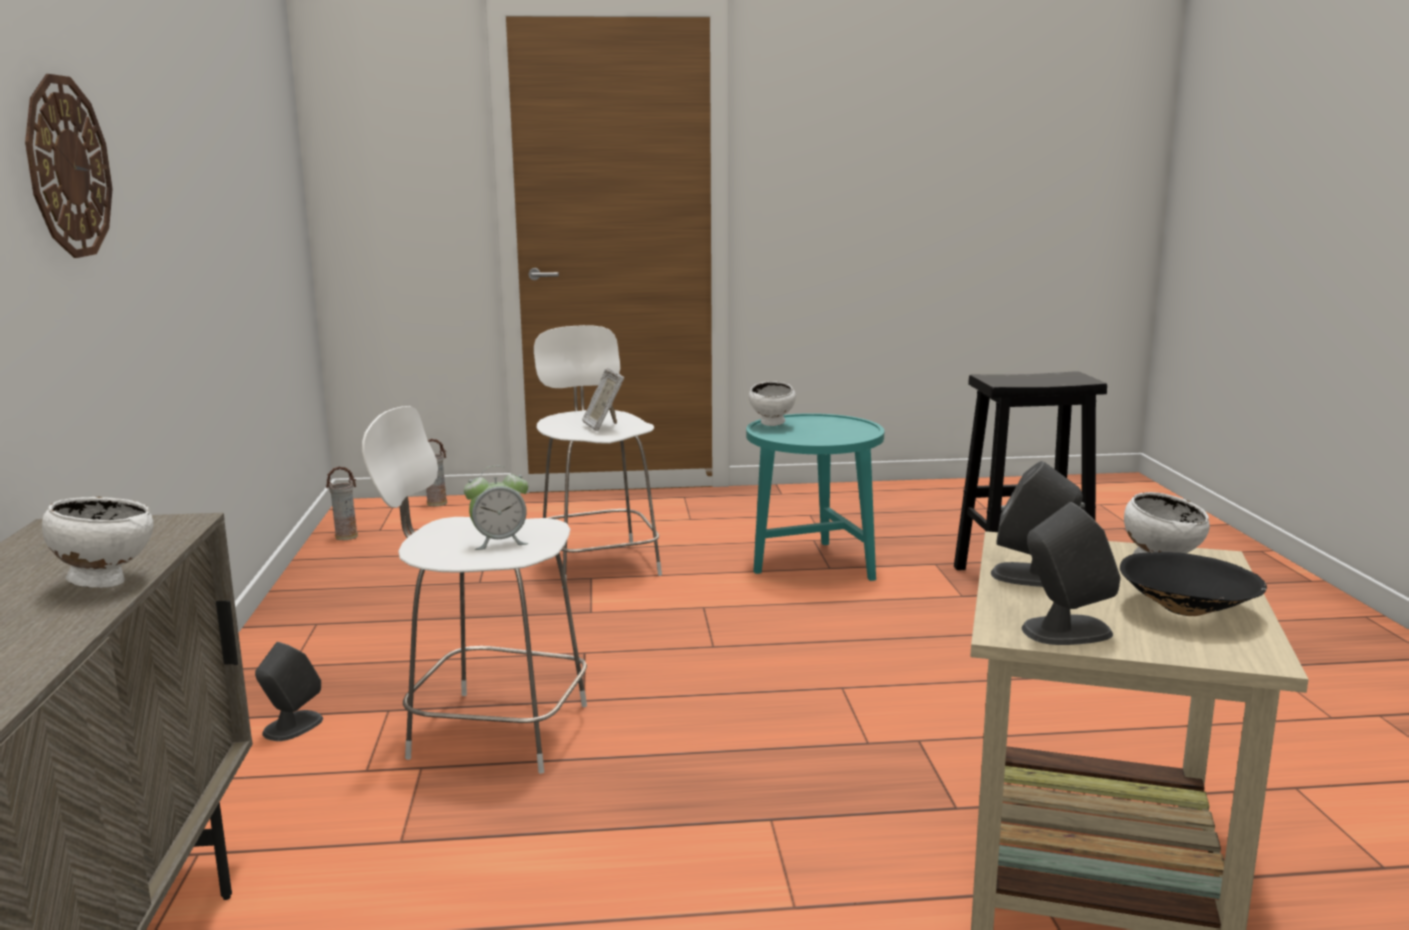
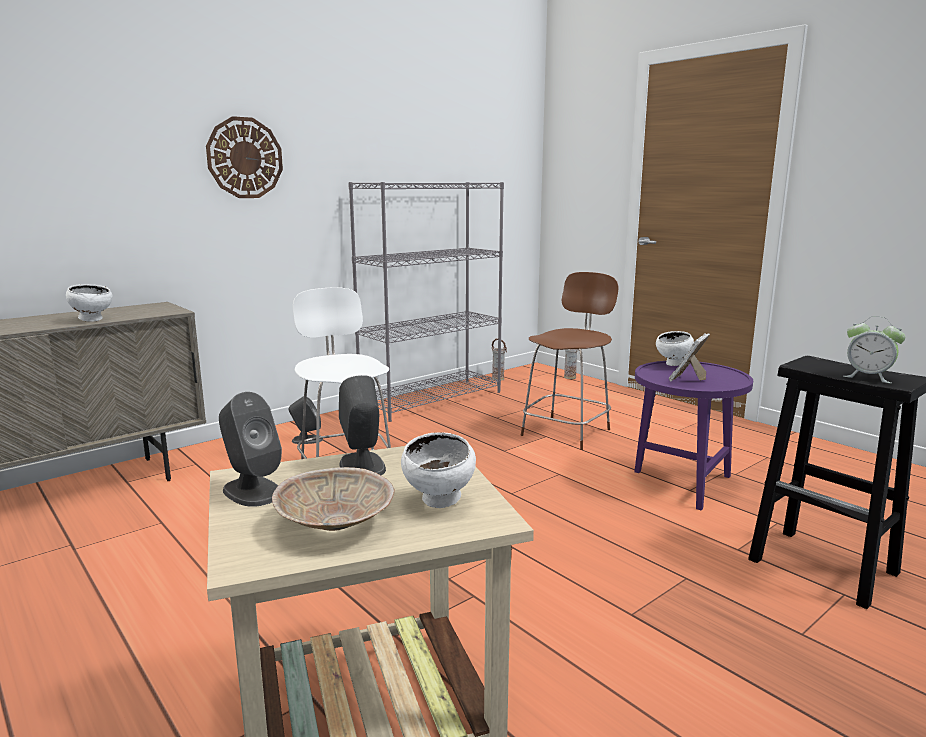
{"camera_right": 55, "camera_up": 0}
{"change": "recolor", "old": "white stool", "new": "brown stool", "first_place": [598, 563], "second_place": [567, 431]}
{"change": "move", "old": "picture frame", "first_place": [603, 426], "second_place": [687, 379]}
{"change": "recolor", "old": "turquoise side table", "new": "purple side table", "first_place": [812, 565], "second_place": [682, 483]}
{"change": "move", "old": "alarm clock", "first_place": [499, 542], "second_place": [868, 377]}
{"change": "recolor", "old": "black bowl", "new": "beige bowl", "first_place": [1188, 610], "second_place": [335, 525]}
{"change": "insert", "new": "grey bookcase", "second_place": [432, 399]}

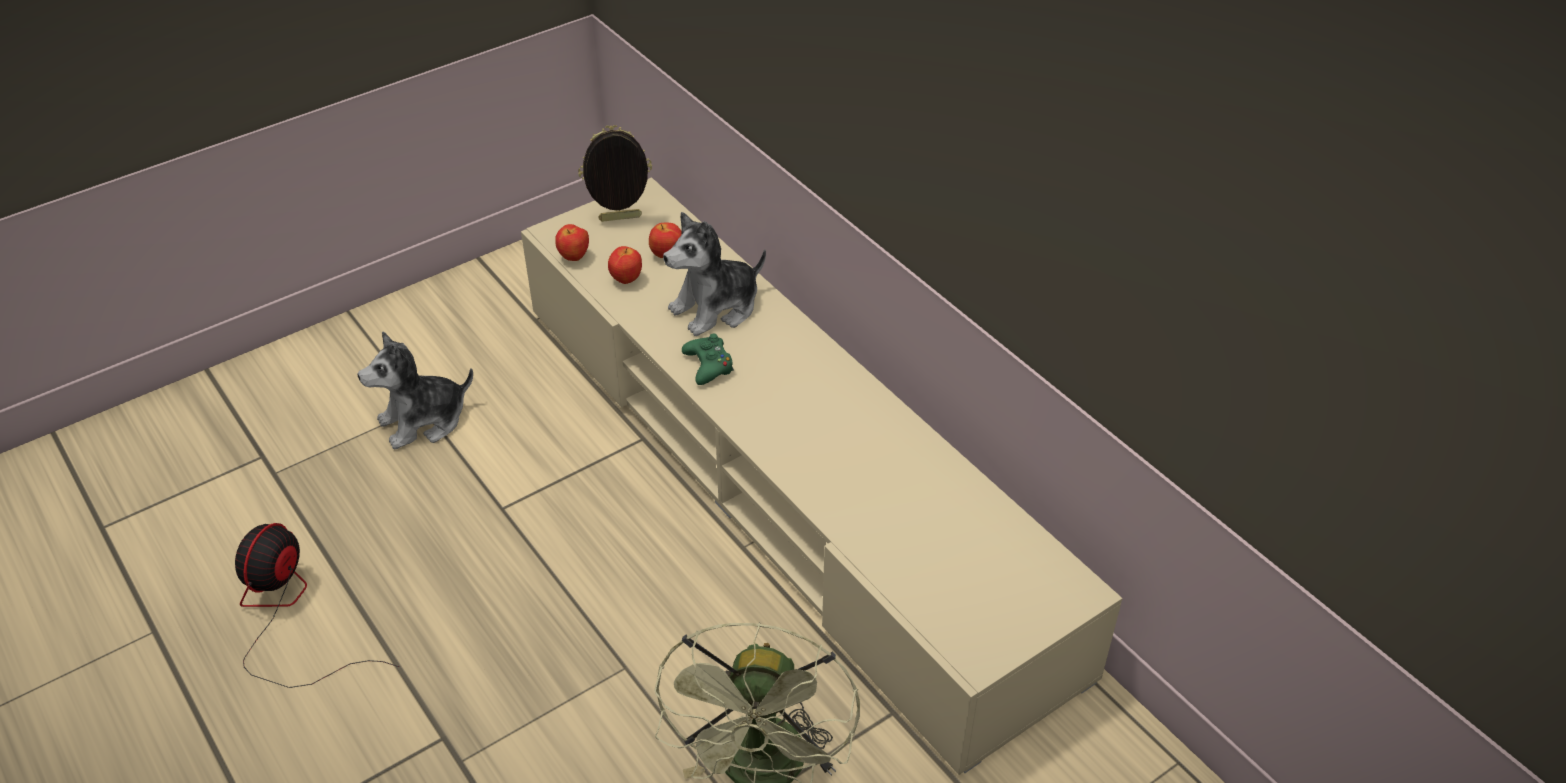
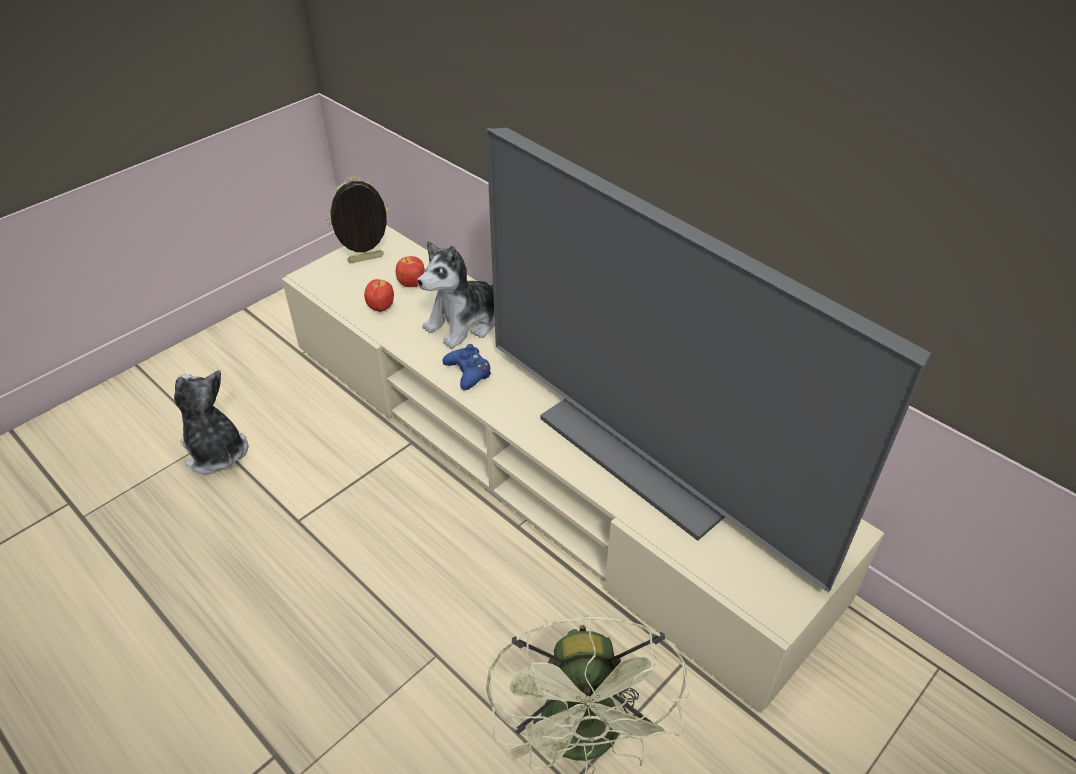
{"camera_right": -10, "camera_up": 0}
{"change": "delete", "old": "apple", "first_place": [574, 257]}
{"change": "rotate", "old": "plush toy", "first_place": [423, 421], "second_place": [216, 452], "degrees": 90}
{"change": "recolor", "old": "green game controller", "new": "blue game controller", "first_place": [709, 365], "second_place": [468, 372]}
{"change": "delete", "old": "fan", "first_place": [288, 615]}
{"change": "insert", "new": "television", "second_place": [651, 450]}

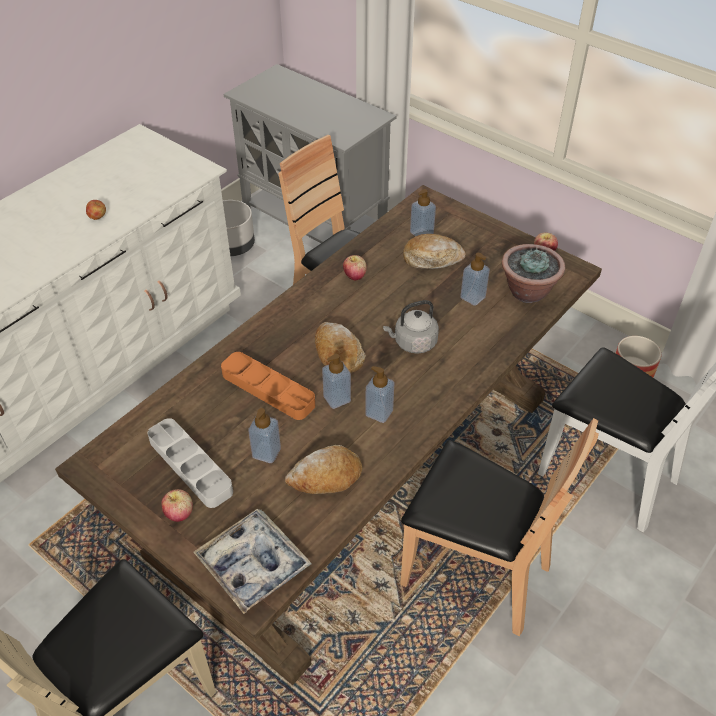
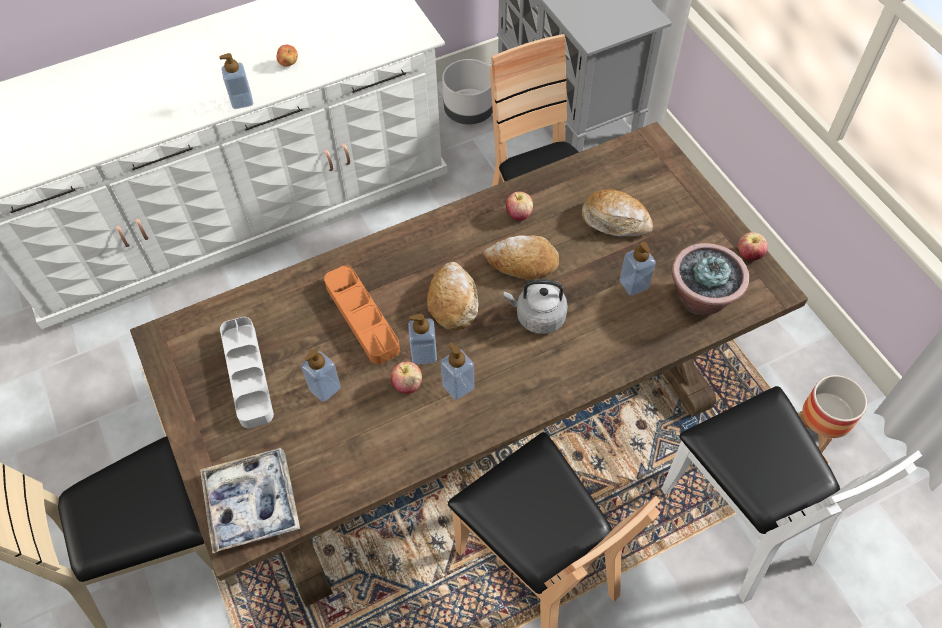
{"camera_right": 25, "camera_up": 10}
{"change": "move", "old": "soap dispenser", "first_place": [421, 233], "second_place": [242, 101]}
{"change": "move", "old": "bread", "first_place": [325, 477], "second_place": [522, 263]}
{"change": "move", "old": "apple", "first_place": [179, 514], "second_place": [407, 385]}

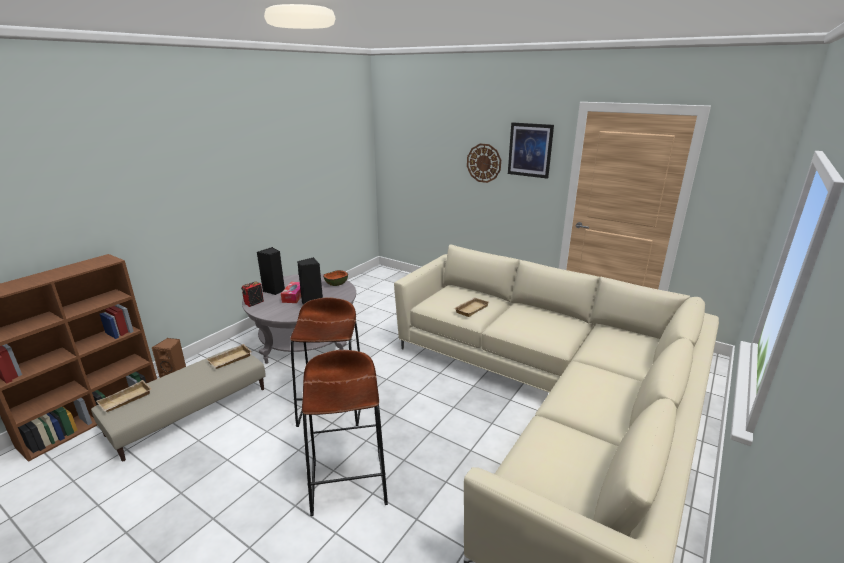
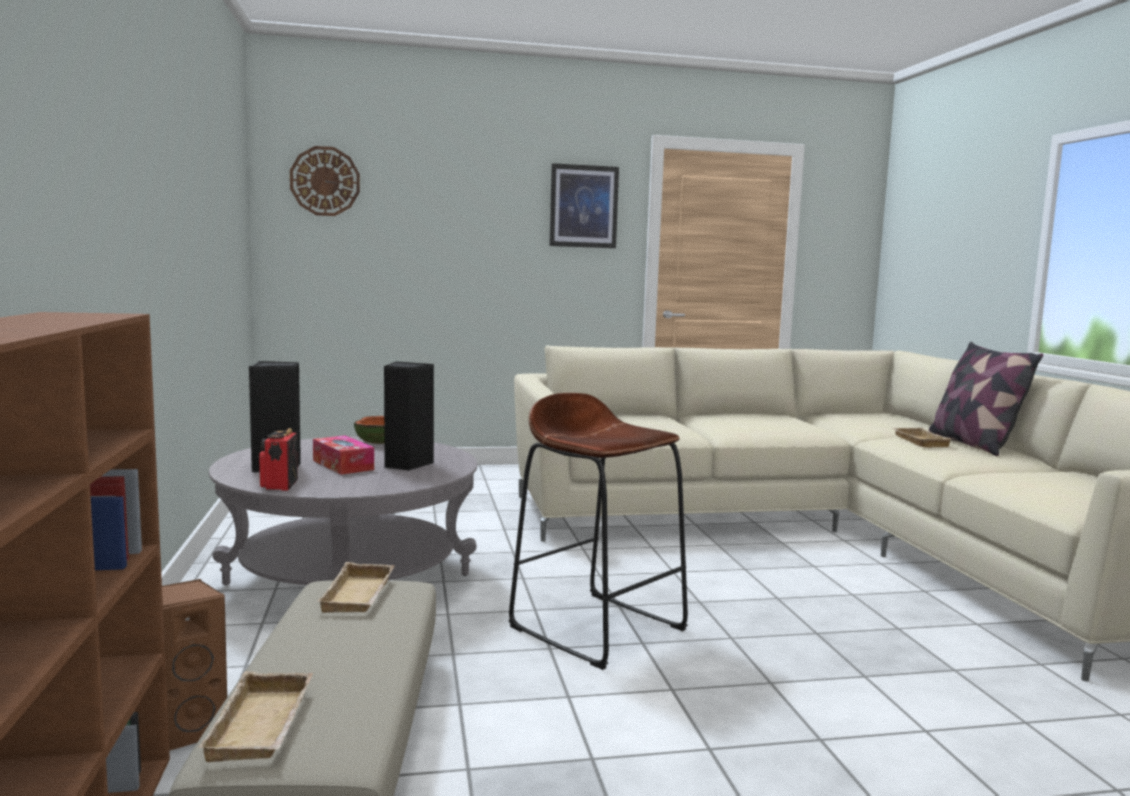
{"camera_right": -45, "camera_up": -15}
{"change": "move", "old": "wall clock", "first_place": [484, 163], "second_place": [325, 181]}
{"change": "move", "old": "beige tray", "first_place": [471, 309], "second_place": [918, 441]}
{"change": "delete", "old": "brown stool", "first_place": [348, 480]}
{"change": "insert", "new": "pillow", "second_place": [973, 444]}

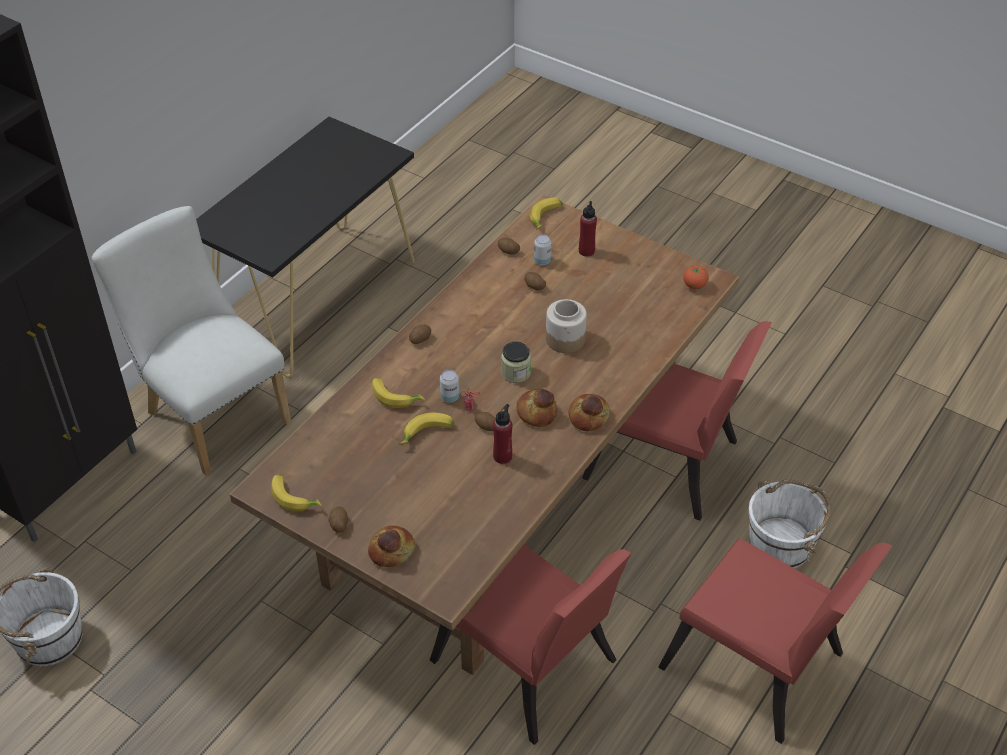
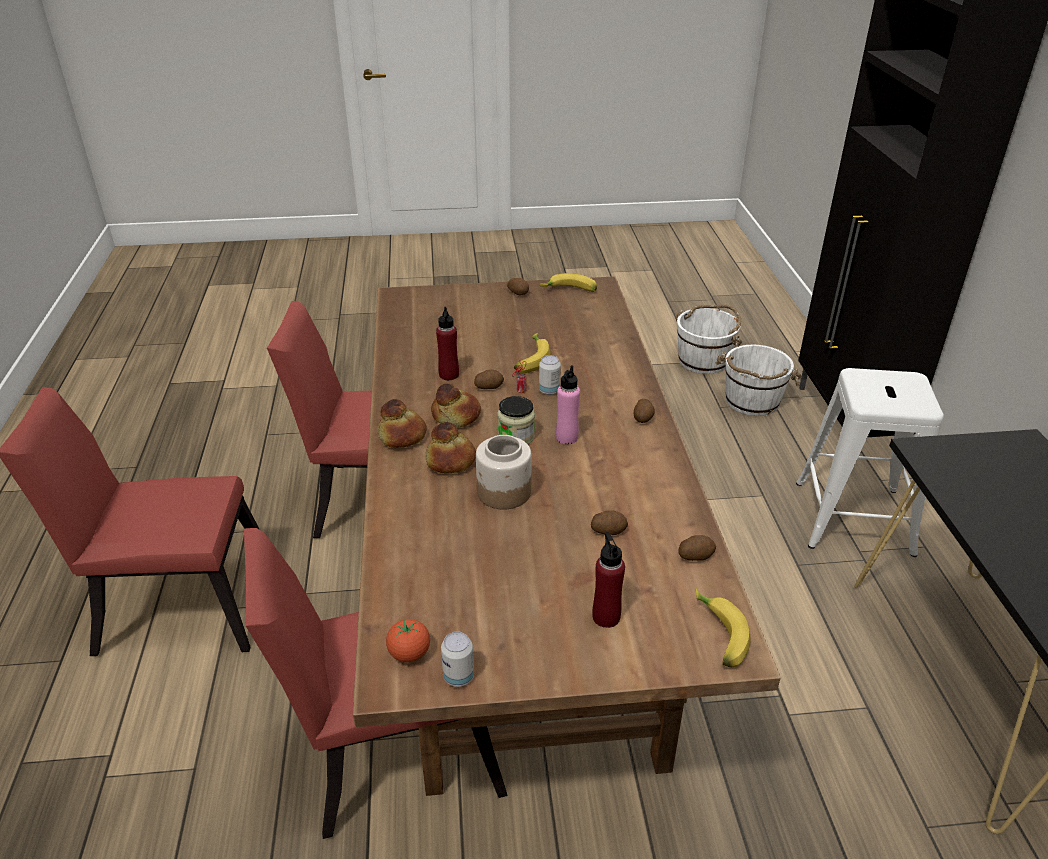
{"camera_right": 140, "camera_up": -10}
{"change": "replace", "old": "white chair", "new": "white stool", "first_place": [211, 412], "second_place": [853, 517]}
{"change": "move", "old": "can", "first_place": [542, 261], "second_place": [458, 677]}
{"change": "delete", "old": "banana", "first_place": [396, 396]}
{"change": "move", "old": "white bucket", "first_place": [781, 544], "second_place": [751, 401]}
{"change": "move", "old": "bread", "first_place": [392, 551], "second_place": [450, 461]}
{"change": "insert", "new": "pink bottle", "second_place": [567, 438]}

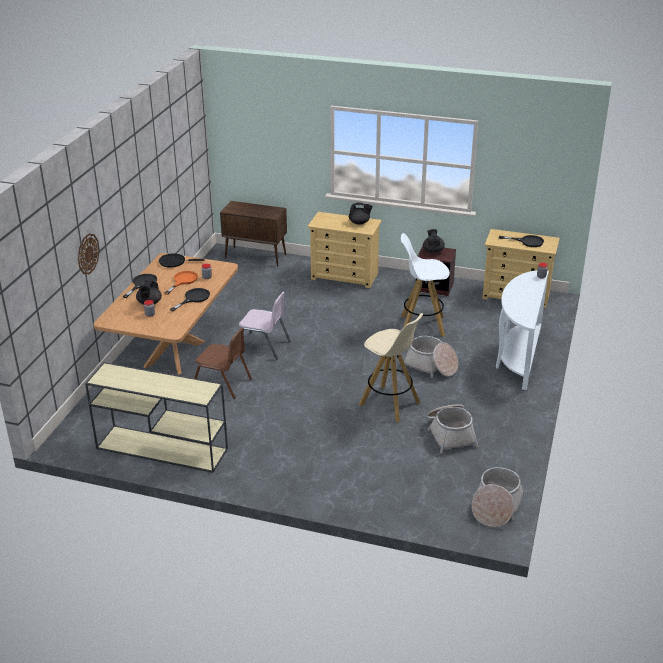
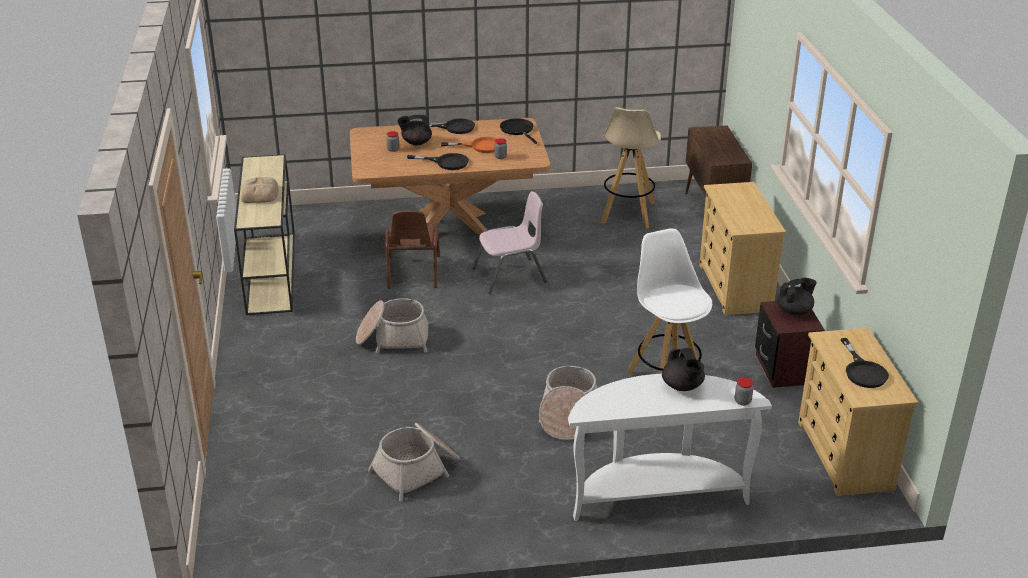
{"camera_right": 65, "camera_up": 0}
{"change": "move", "old": "black teapot", "first_place": [359, 223], "second_place": [682, 386]}
{"change": "delete", "old": "wall clock", "first_place": [88, 253]}
{"change": "rotate", "old": "pink chair", "first_place": [263, 346], "second_place": [510, 276], "degrees": -105}
{"change": "move", "old": "beige stool", "first_place": [390, 404], "second_place": [627, 213]}
{"change": "move", "old": "basket", "first_place": [495, 506], "second_place": [393, 338]}
{"change": "insert", "new": "bread", "second_place": [260, 194]}

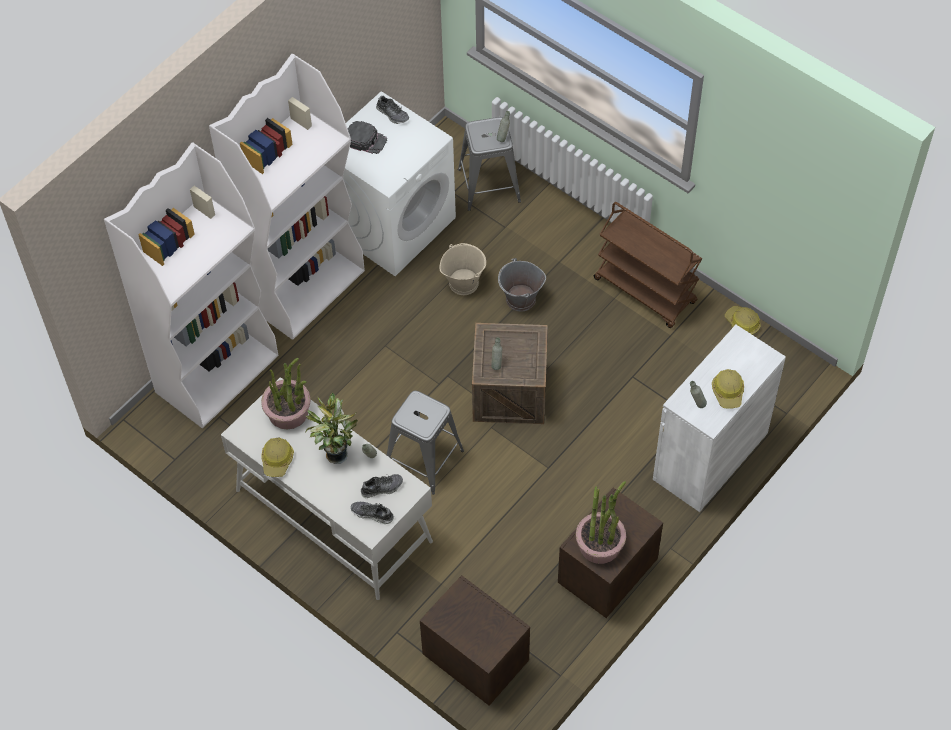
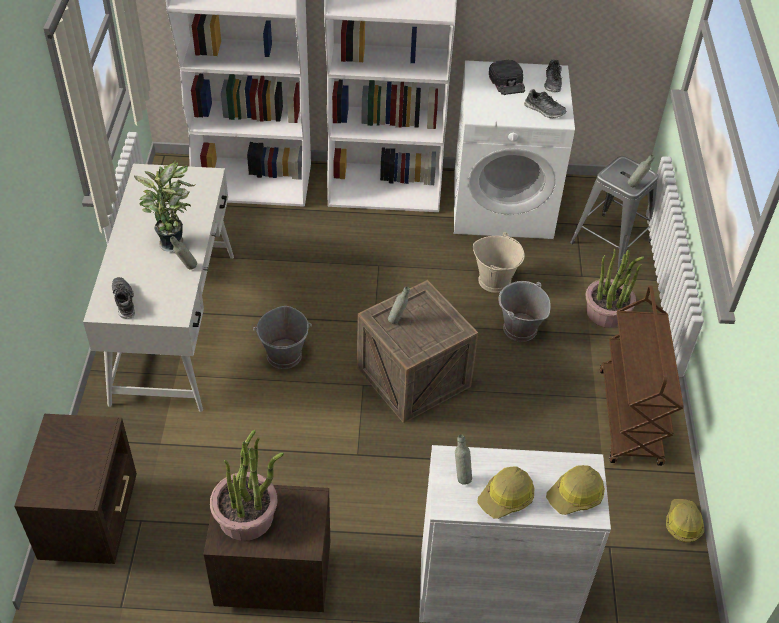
{"camera_right": 50, "camera_up": -10}
{"change": "move", "old": "potted plant", "first_place": [288, 412], "second_place": [607, 313]}
{"change": "replace", "old": "grey stool", "new": "grey bucket", "first_place": [423, 459], "second_place": [285, 355]}
{"change": "move", "old": "hard hat", "first_place": [277, 460], "second_place": [575, 495]}
{"change": "move", "old": "shoe", "first_place": [382, 488], "second_place": [544, 110]}

